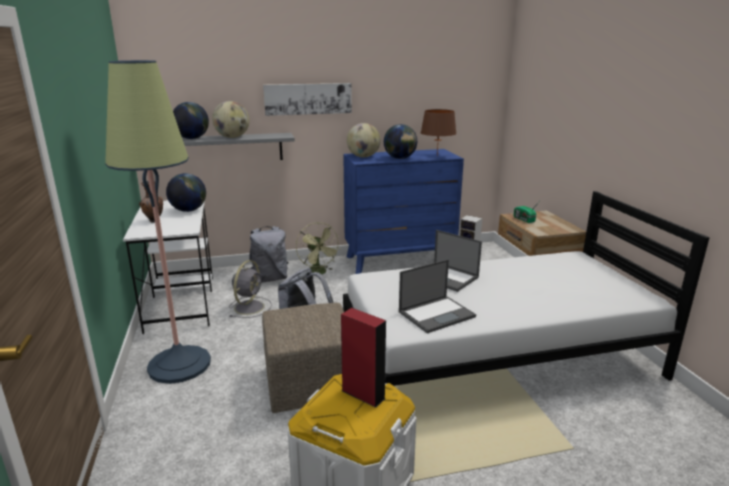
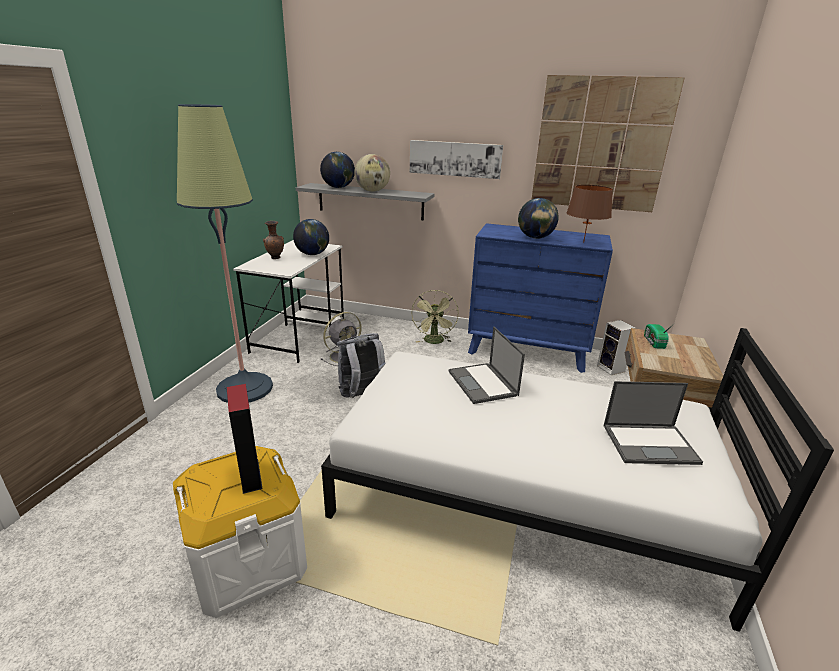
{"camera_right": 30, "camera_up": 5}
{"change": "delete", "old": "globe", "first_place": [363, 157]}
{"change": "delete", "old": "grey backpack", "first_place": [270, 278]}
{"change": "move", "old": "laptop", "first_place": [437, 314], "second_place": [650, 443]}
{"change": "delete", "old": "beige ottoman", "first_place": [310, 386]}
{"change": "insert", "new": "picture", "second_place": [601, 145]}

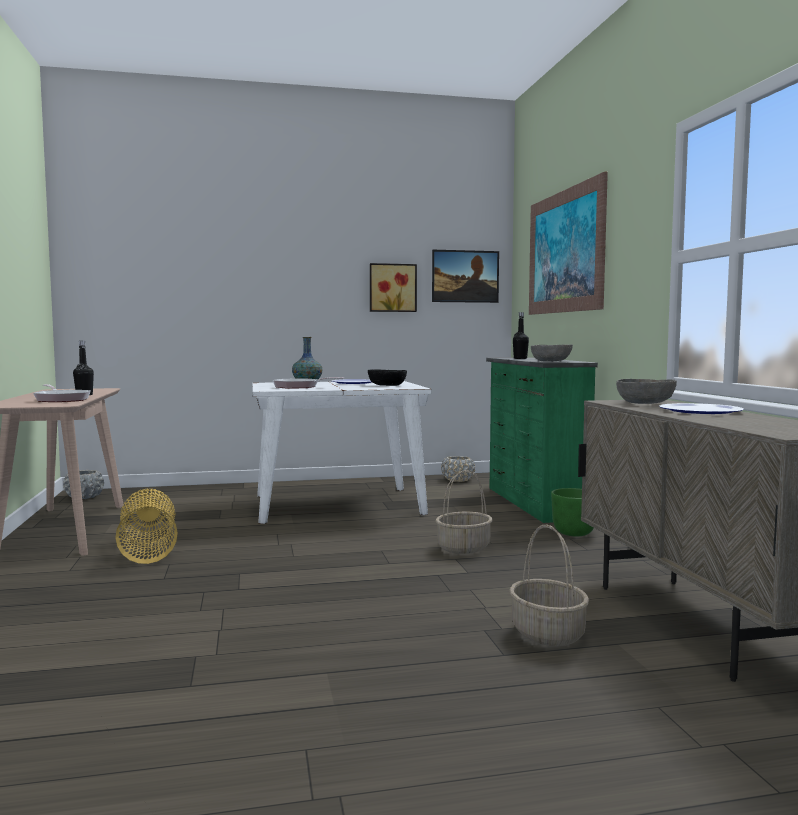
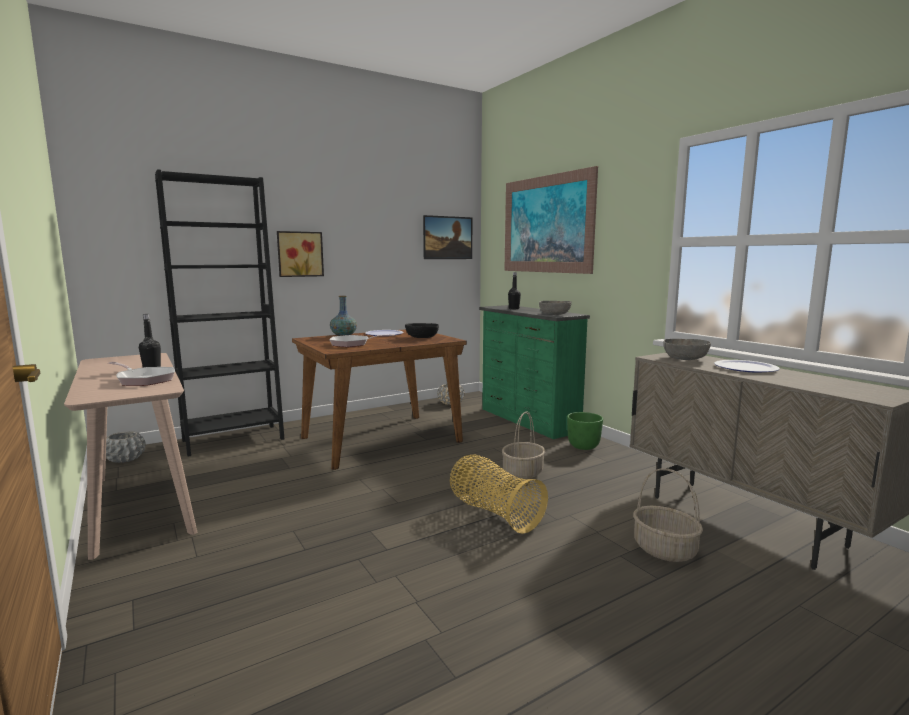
{"camera_right": -20, "camera_up": 5}
{"change": "move", "old": "picture", "first_place": [392, 288], "second_place": [300, 254]}
{"change": "recolor", "old": "white dining table", "new": "brown dining table", "first_place": [336, 505], "second_place": [380, 440]}
{"change": "move", "old": "basket", "first_place": [149, 548], "second_place": [494, 513]}
{"change": "insert", "new": "black bookcase", "second_place": [233, 439]}

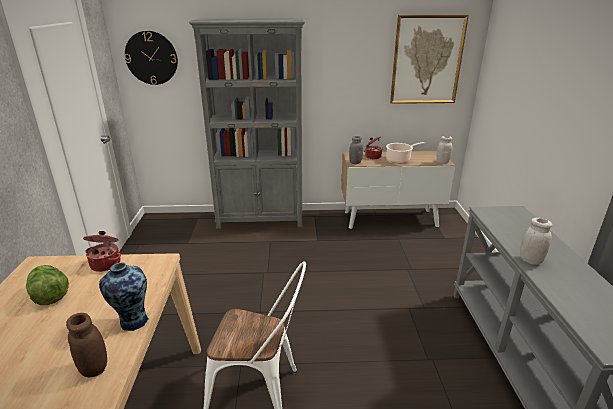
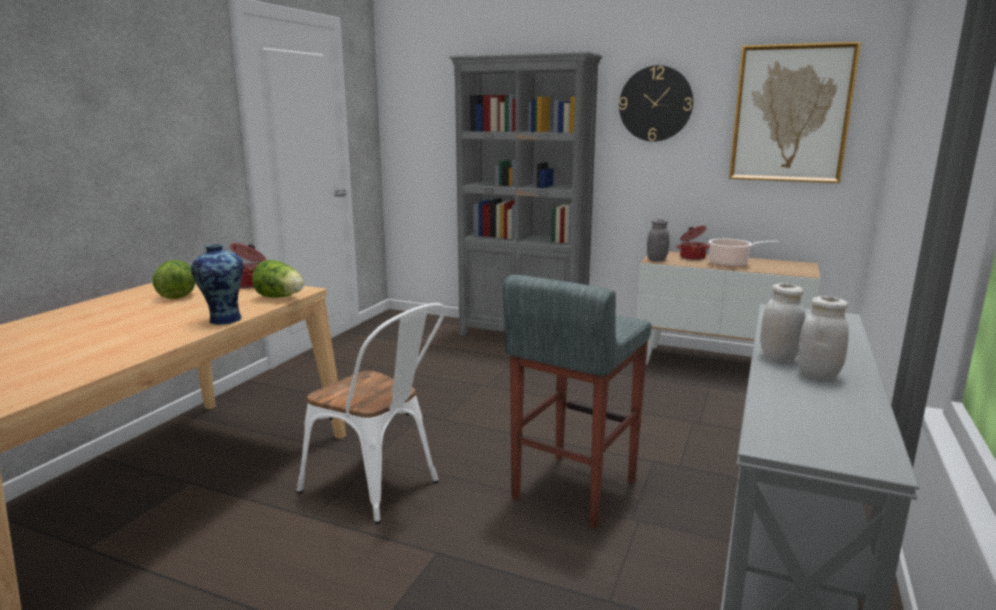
{"camera_right": 25, "camera_up": -10}
{"change": "move", "old": "wall clock", "first_place": [151, 58], "second_place": [655, 104]}
{"change": "move", "old": "white jar", "first_place": [442, 162], "second_place": [818, 375]}
{"change": "delete", "old": "brown jar", "first_place": [94, 368]}
{"change": "insert", "new": "lettuce", "second_place": [280, 297]}
{"change": "insert", "new": "grey stool", "second_place": [572, 489]}

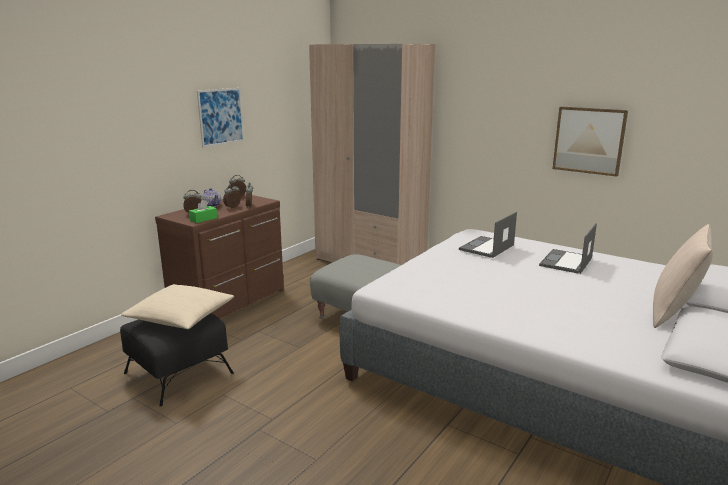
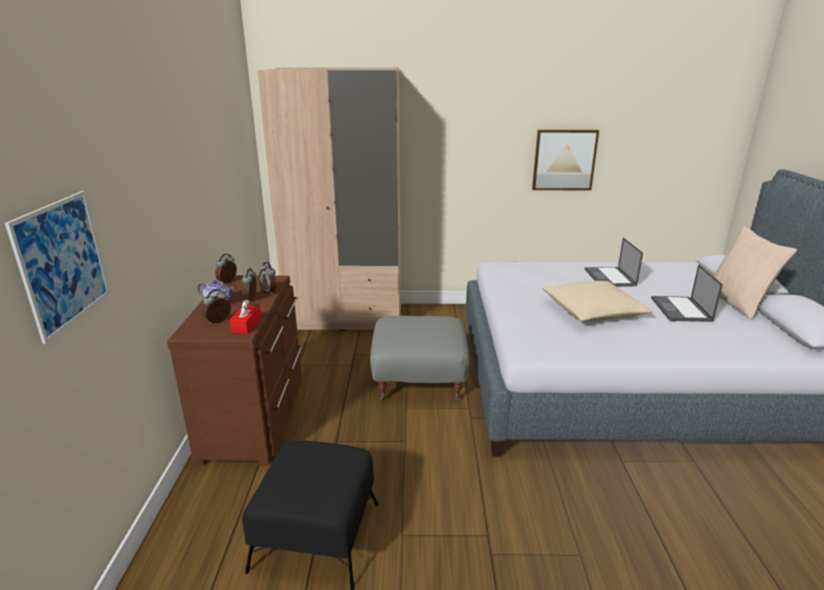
{"camera_right": -35, "camera_up": 5}
{"change": "move", "old": "picture", "first_place": [221, 116], "second_place": [63, 263]}
{"change": "recolor", "old": "green tissue box", "new": "red tissue box", "first_place": [203, 219], "second_place": [246, 326]}
{"change": "move", "old": "laptop", "first_place": [486, 247], "second_place": [681, 310]}
{"change": "move", "old": "beige pillow", "first_place": [181, 317], "second_place": [593, 312]}

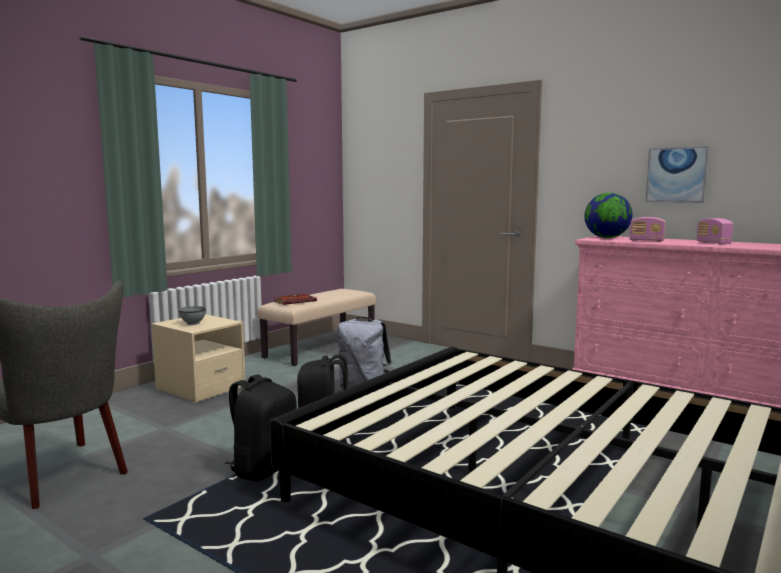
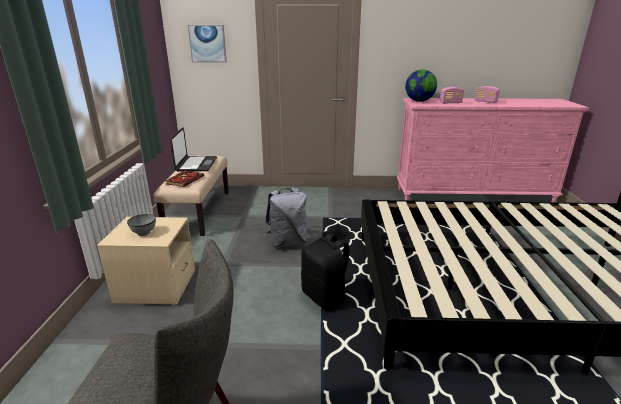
{"camera_right": -35, "camera_up": 15}
{"change": "move", "old": "picture", "first_place": [676, 175], "second_place": [207, 43]}
{"change": "delete", "old": "black backpack", "first_place": [264, 468]}
{"change": "insert", "new": "laptop", "second_place": [196, 164]}

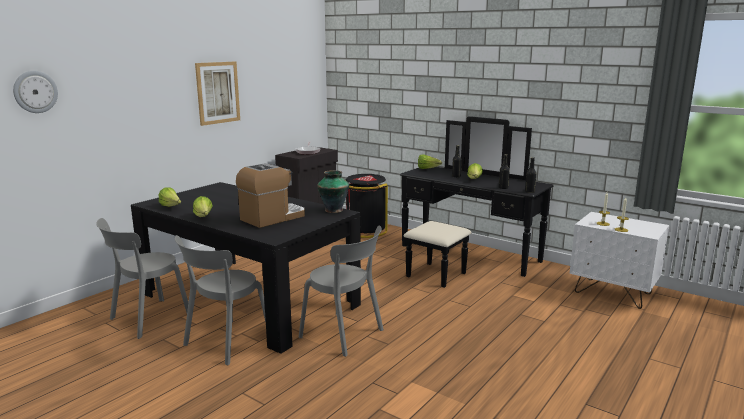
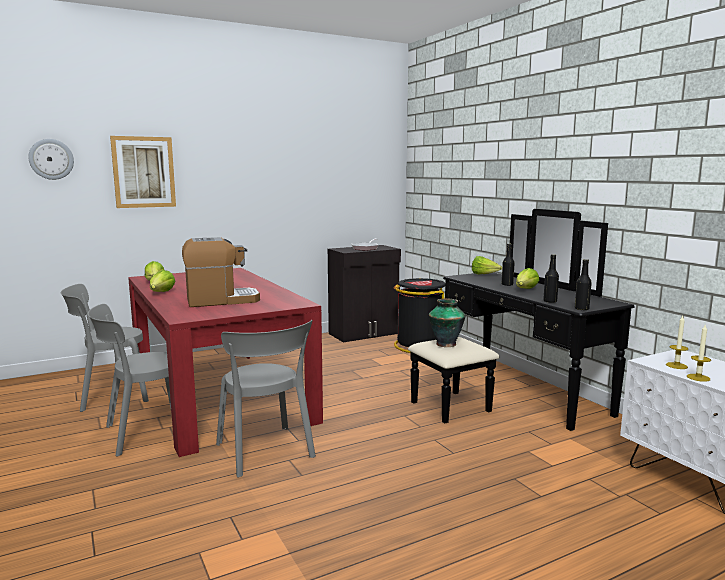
{"camera_right": 25, "camera_up": -5}
{"change": "move", "old": "picture", "first_place": [218, 92], "second_place": [144, 172]}
{"change": "move", "old": "vase", "first_place": [333, 210], "second_place": [445, 344]}
{"change": "recolor", "old": "black dining table", "new": "red dining table", "first_place": [248, 299], "second_place": [218, 394]}

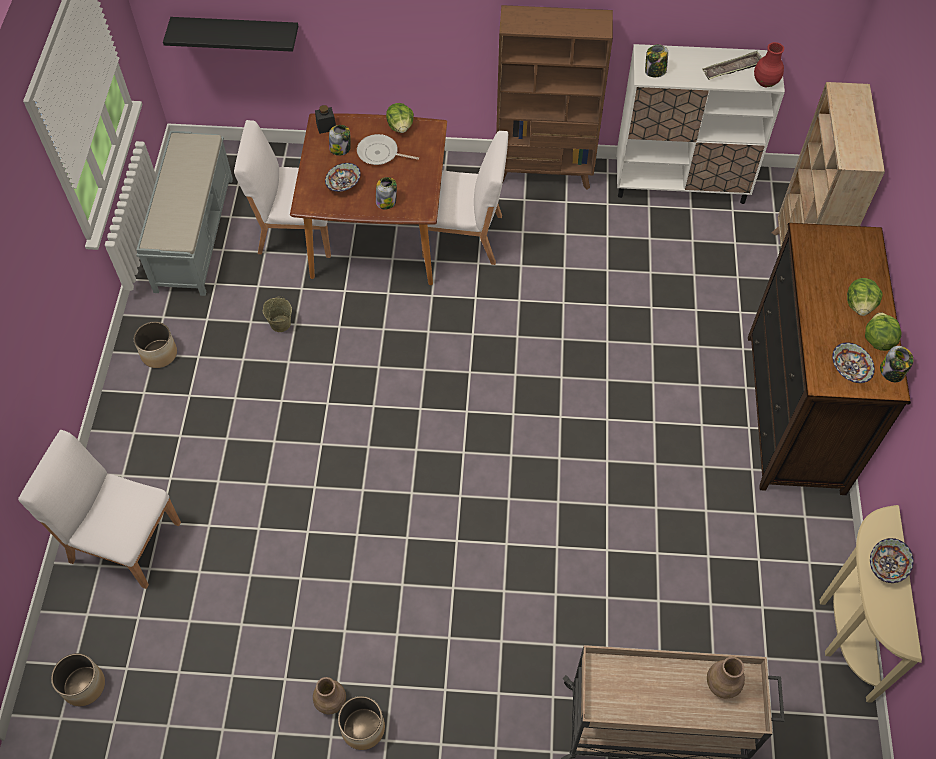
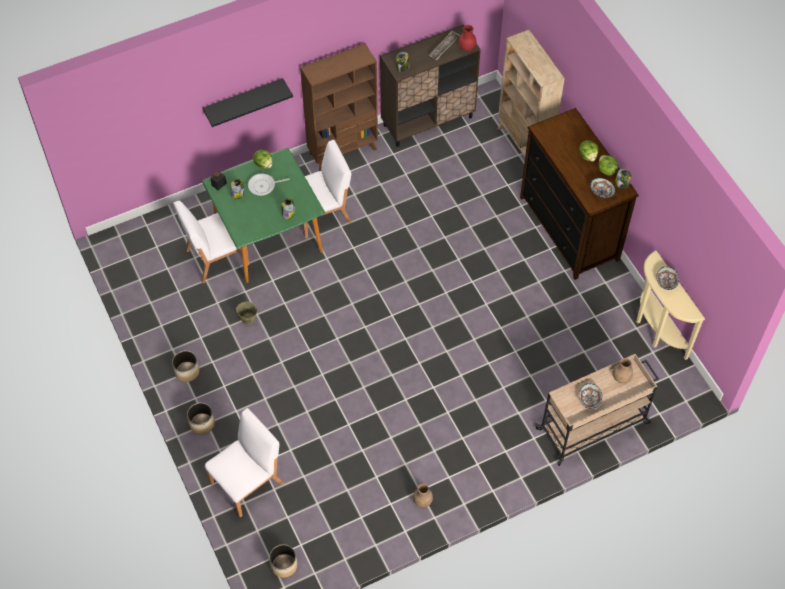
{"camera_right": -30, "camera_up": 0}
{"change": "move", "old": "black shelf", "first_place": [237, 33], "second_place": [243, 100]}
{"change": "recolor", "old": "white cabinet", "new": "brown cabinet", "first_place": [681, 183], "second_place": [428, 121]}
{"change": "recolor", "old": "brown dining table", "new": "green dining table", "first_place": [378, 235], "second_place": [269, 237]}
{"change": "delete", "old": "grey bench", "first_place": [194, 233]}
{"change": "move", "old": "bowl", "first_place": [344, 184], "second_place": [589, 399]}
{"change": "rotate", "old": "white chair", "first_place": [124, 541], "second_place": [248, 483], "degrees": 150}
{"change": "move", "old": "planter", "first_place": [362, 728], "second_place": [201, 423]}

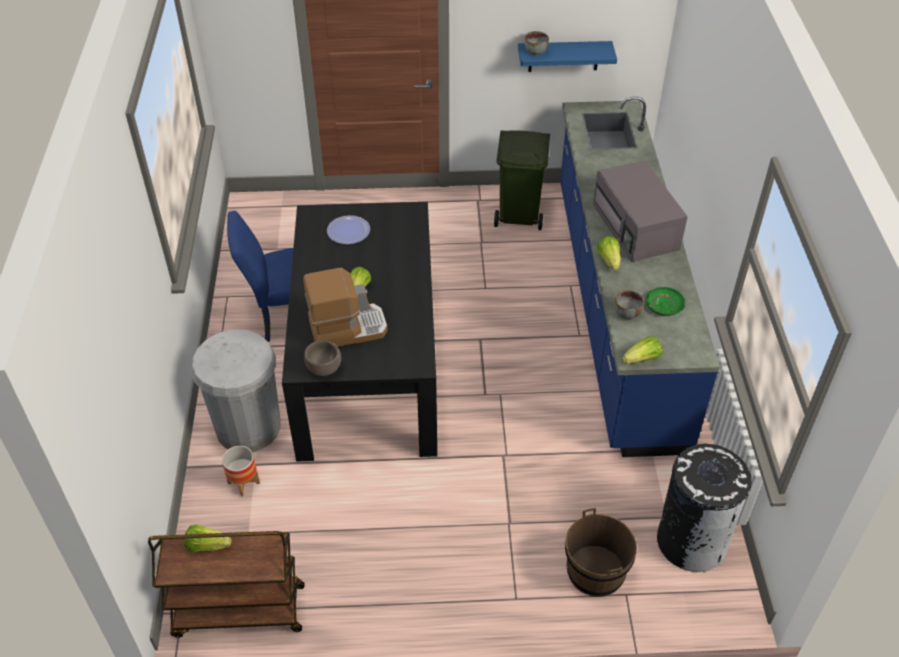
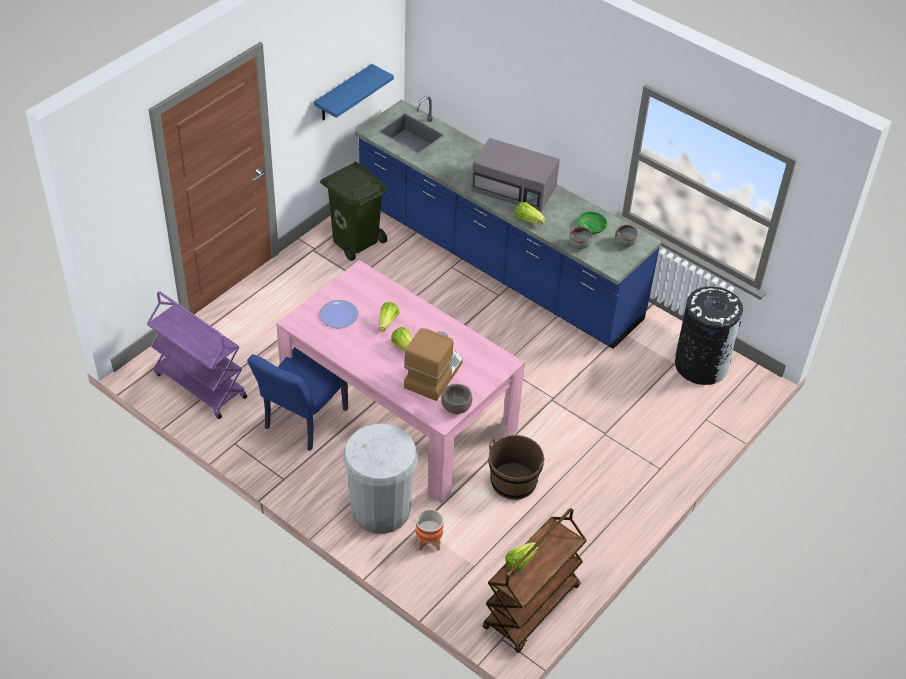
{"camera_right": -50, "camera_up": 0}
{"change": "move", "old": "grey bowl", "first_place": [535, 52], "second_place": [625, 243]}
{"change": "recolor", "old": "black dining table", "new": "pink dining table", "first_place": [367, 364], "second_place": [398, 411]}
{"change": "move", "old": "lettuce", "first_place": [642, 359], "second_place": [387, 322]}
{"change": "move", "old": "brown bucket", "first_place": [595, 571], "second_place": [513, 482]}
{"change": "insert", "new": "purple cart", "second_place": [199, 385]}

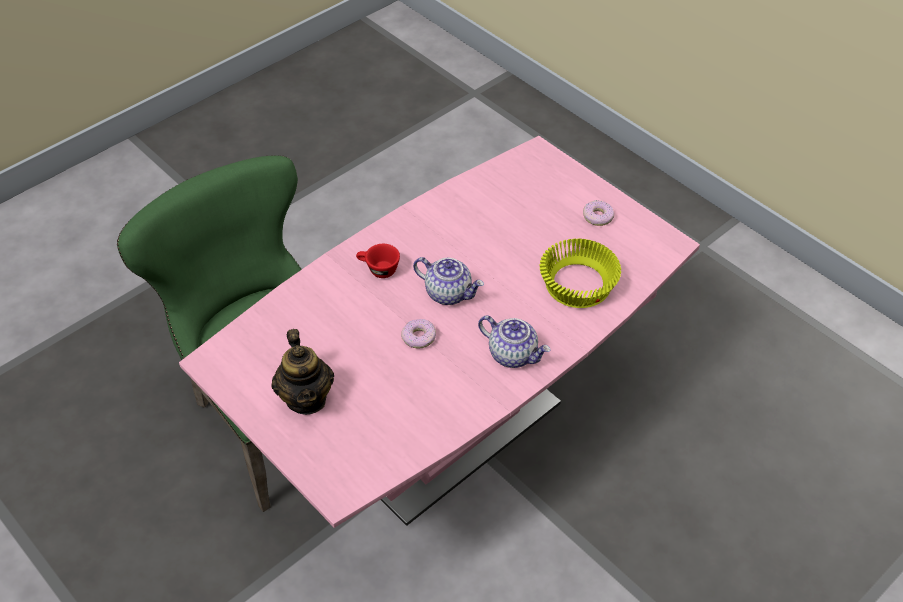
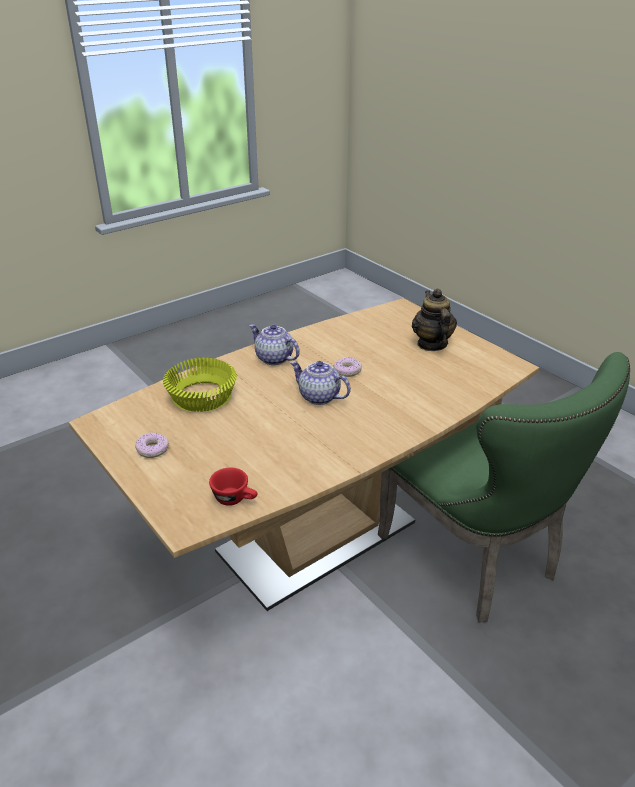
{"camera_right": -175, "camera_up": -15}
{"change": "recolor", "old": "pink dining table", "new": "brown dining table", "first_place": [451, 430], "second_place": [317, 537]}
{"change": "move", "old": "red cup", "first_place": [378, 270], "second_place": [235, 499]}

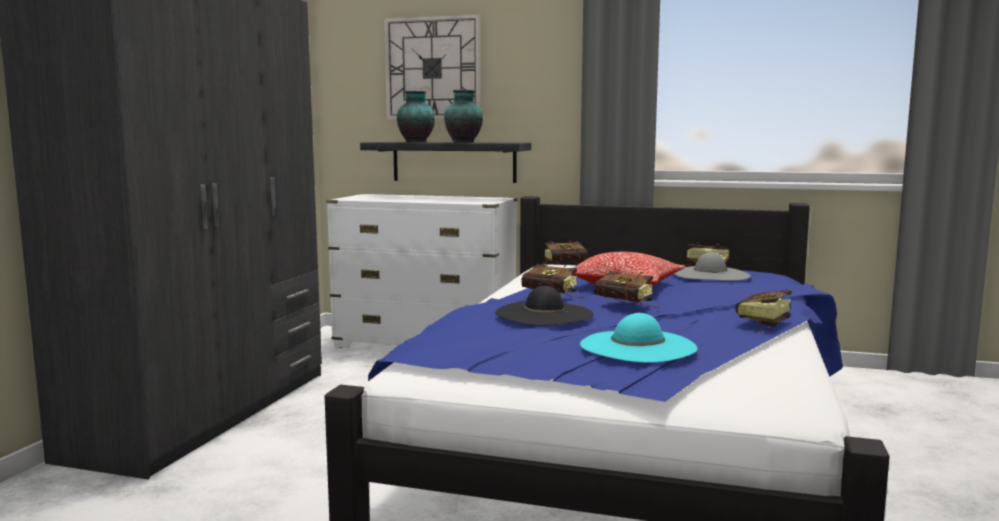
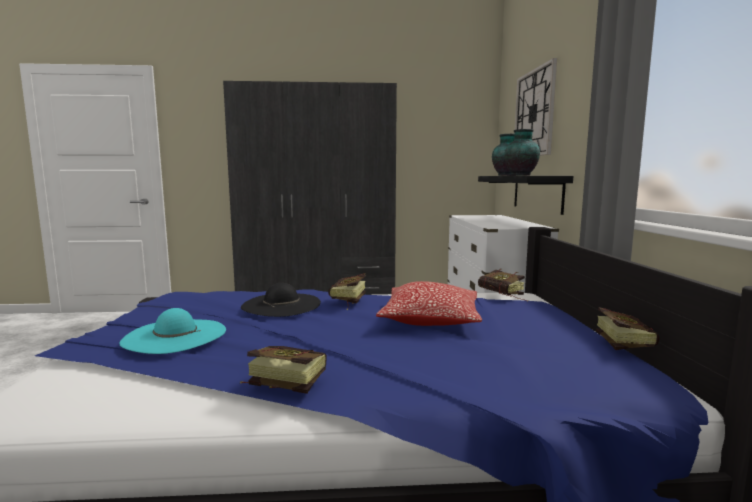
{"camera_right": 70, "camera_up": 0}
{"change": "delete", "old": "grey hat", "first_place": [709, 274]}
{"change": "delete", "old": "book", "first_place": [628, 306]}

